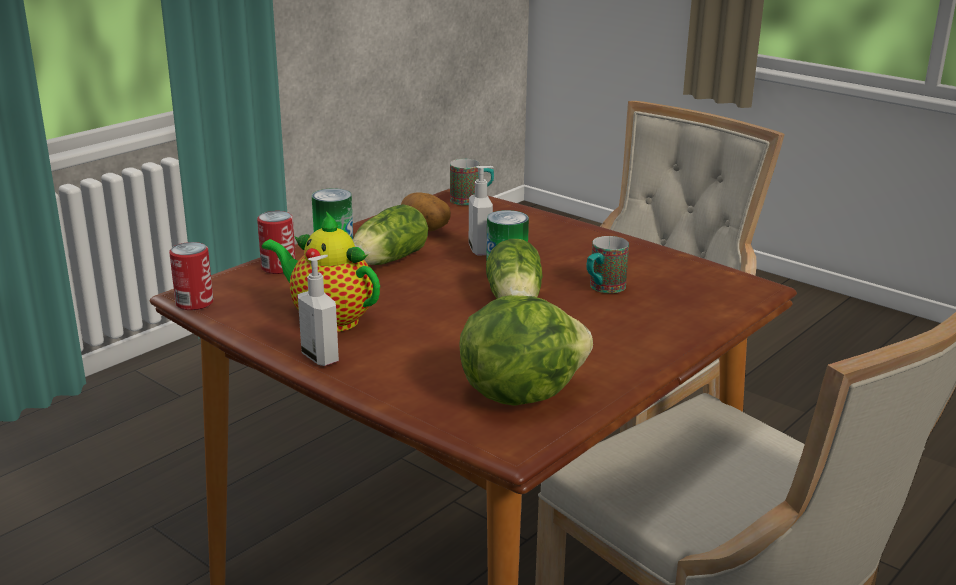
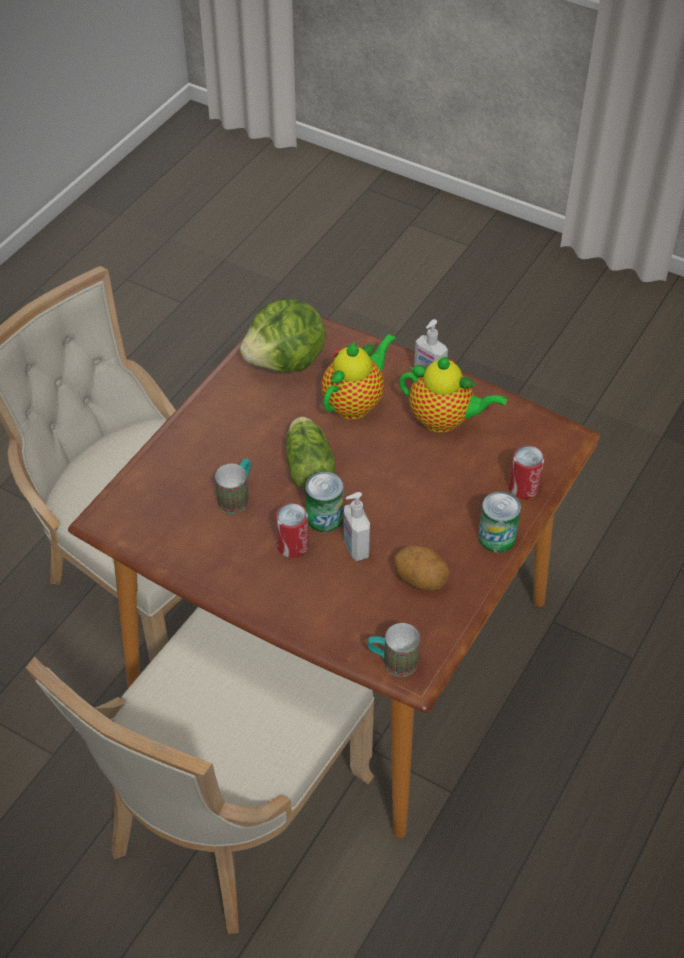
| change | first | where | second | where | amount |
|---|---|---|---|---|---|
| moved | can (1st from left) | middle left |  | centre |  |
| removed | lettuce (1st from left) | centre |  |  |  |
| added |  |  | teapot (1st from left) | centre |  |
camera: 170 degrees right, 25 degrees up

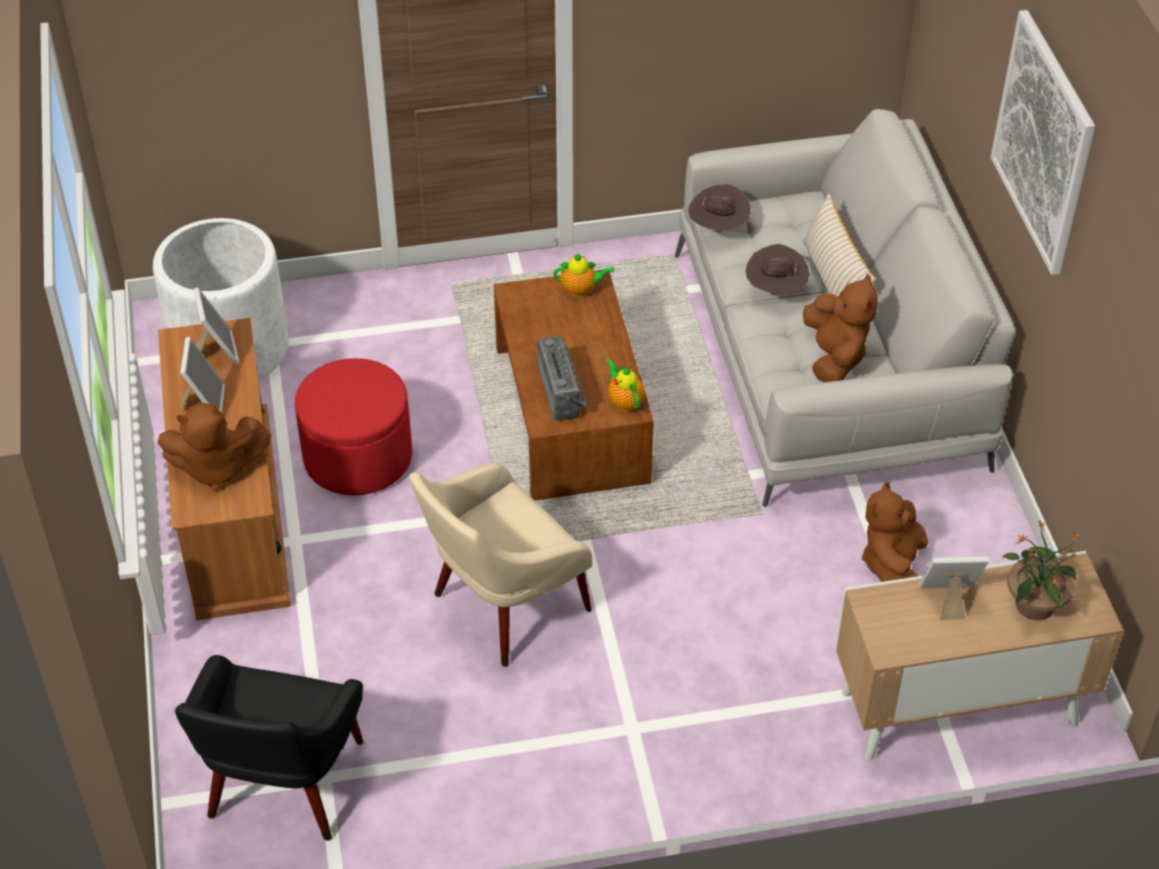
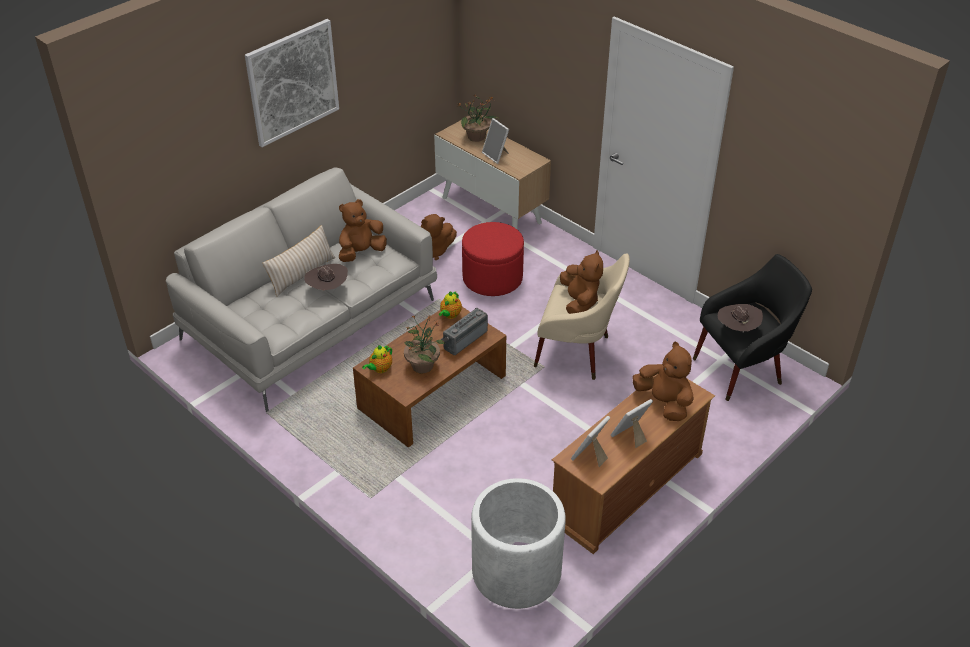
| change | first | where | second | where | amount |
|---|---|---|---|---|---|
| moved | red ottoman | middle left |  | centre |  |
| turned | teapot (1st from left) | top centre |  | centre | 105 degrees counterclockwise |
| moved | brown hat (1st from left in the first image) | top centre | brown hat (2nd from left) | middle right |  |
| added |  |  | potted plant (1st from left) | centre |  |
| added |  |  | brown plush toy (3rd from left) | centre |  |
camera: 125 degrees left, 5 degrees down

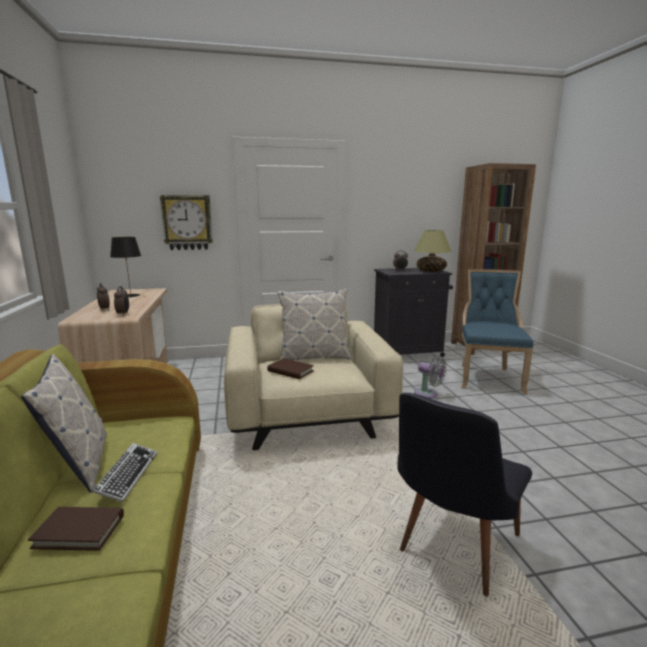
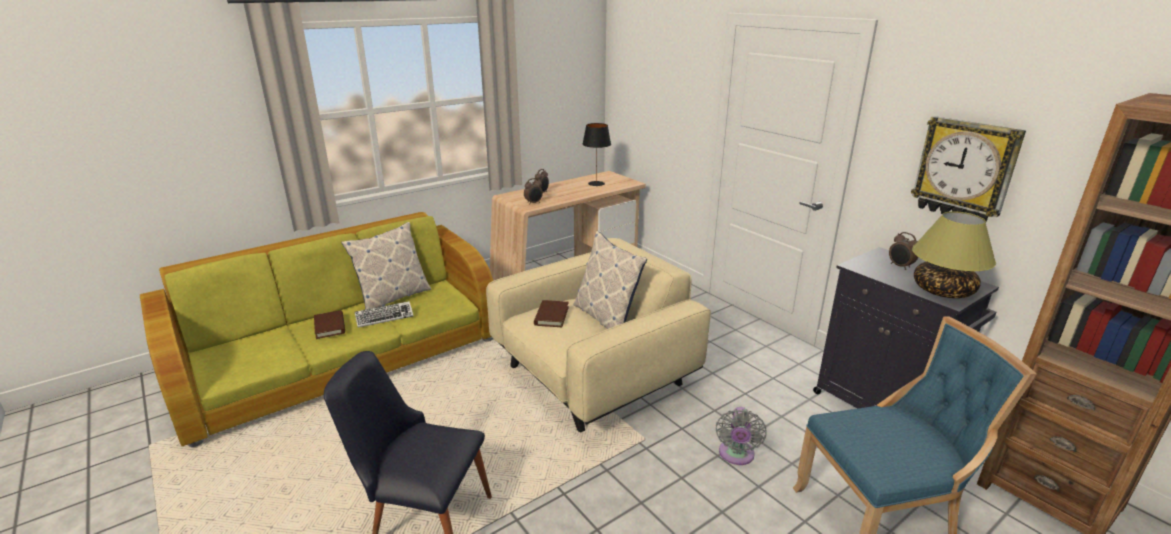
| change | first | where | second | where | amount |
|---|---|---|---|---|---|
| moved | wall clock | middle left |  | top right |  |
camera: 65 degrees right, 10 degrees up

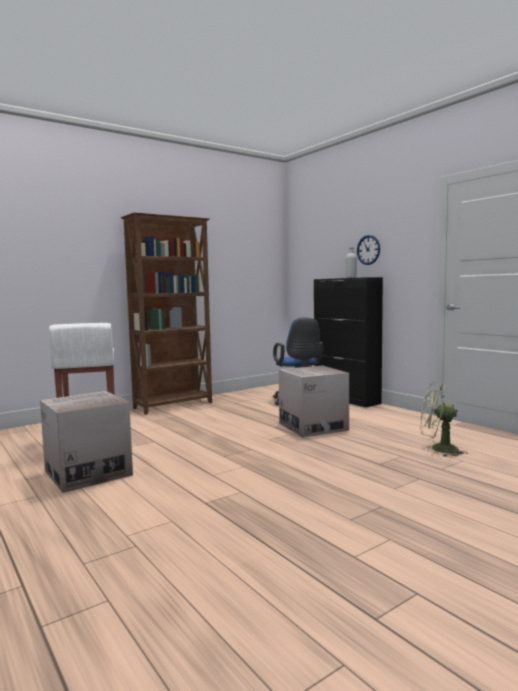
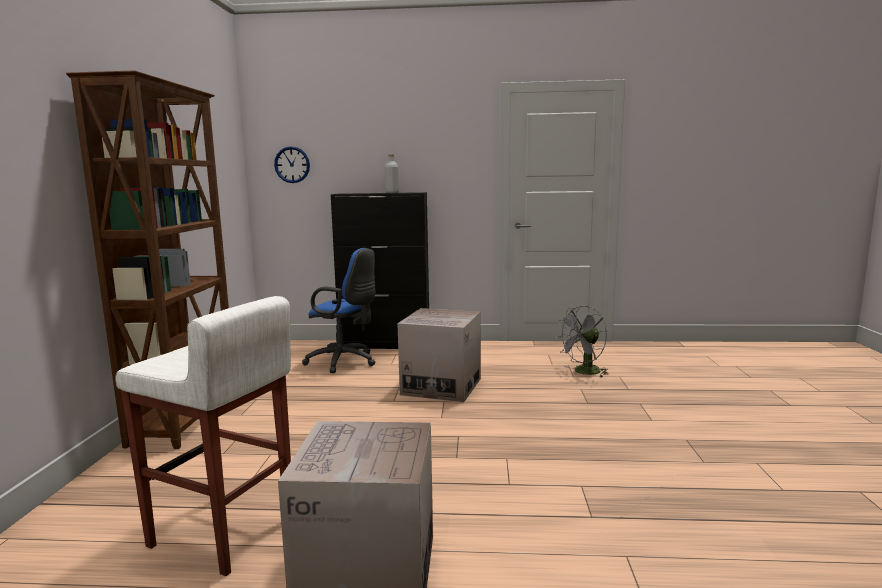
| change | first | where | second | where | amount |
|---|---|---|---|---|---|
| moved | wall clock | middle right |  | top left |  |
| recoloured | green fan | middle right | grey fan | centre |  |
camera: 50 degrees left, 5 degrees up

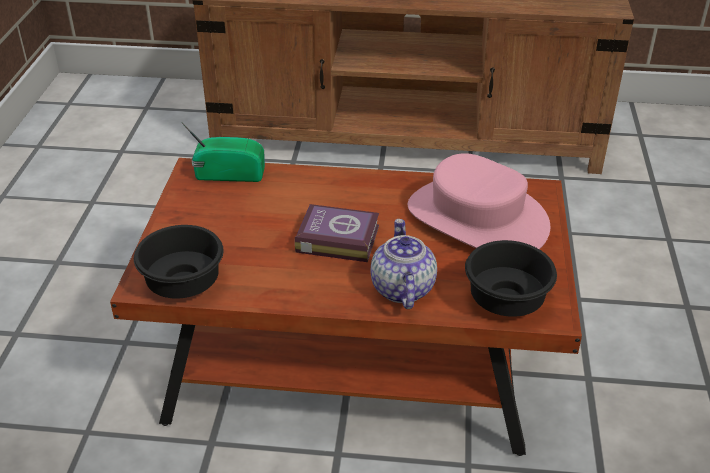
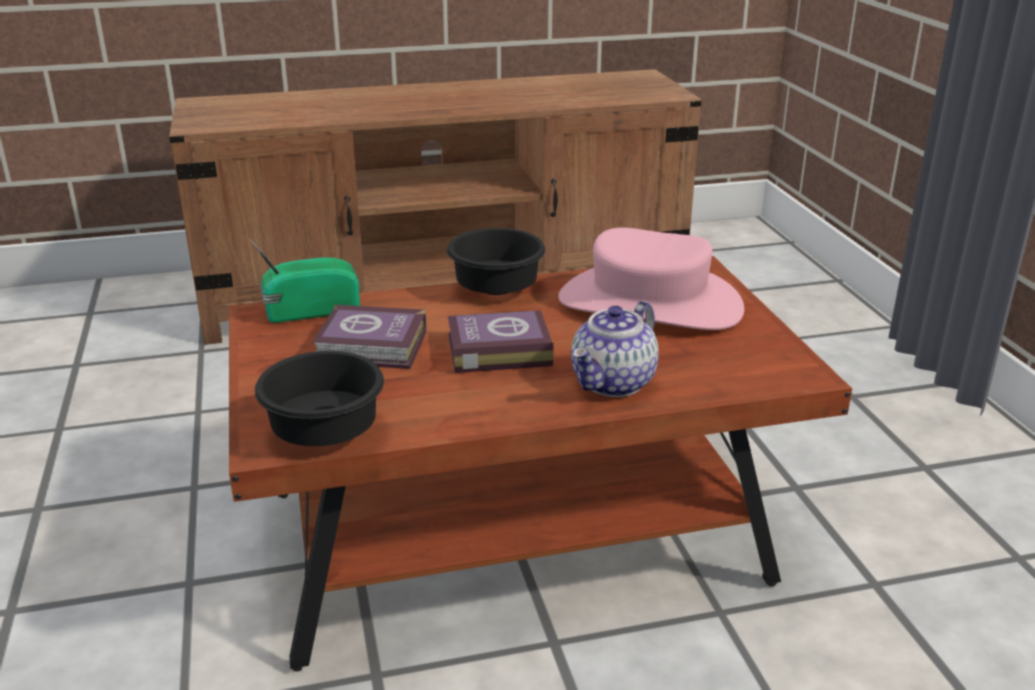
| change | first | where | second | where | amount |
|---|---|---|---|---|---|
| turned | teapot | centre |  | centre | 120 degrees counterclockwise |
| moved | black bowl (2nd from left) | middle right |  | centre |  |
| added |  |  | book (1st from left) | centre |  |
camera: 20 degrees left, 10 degrees down

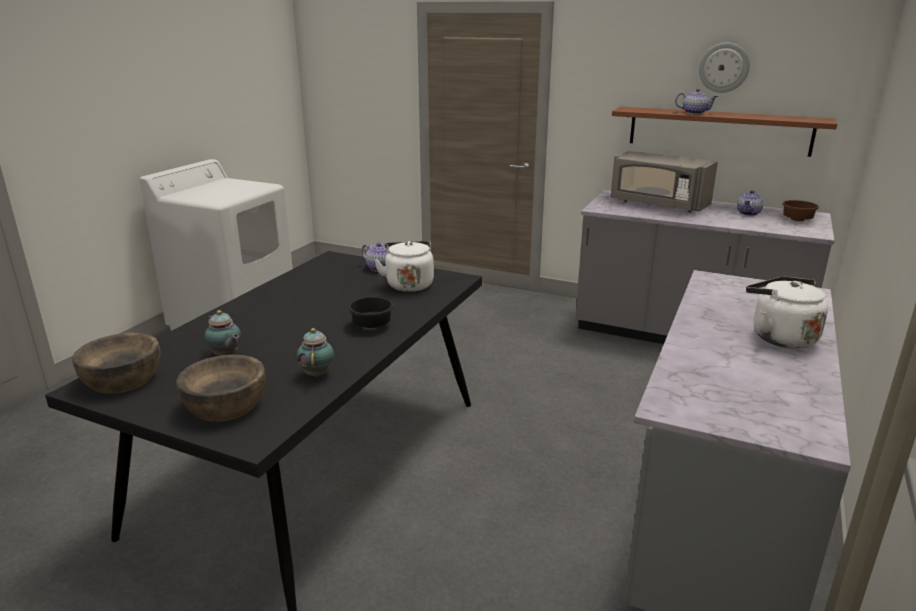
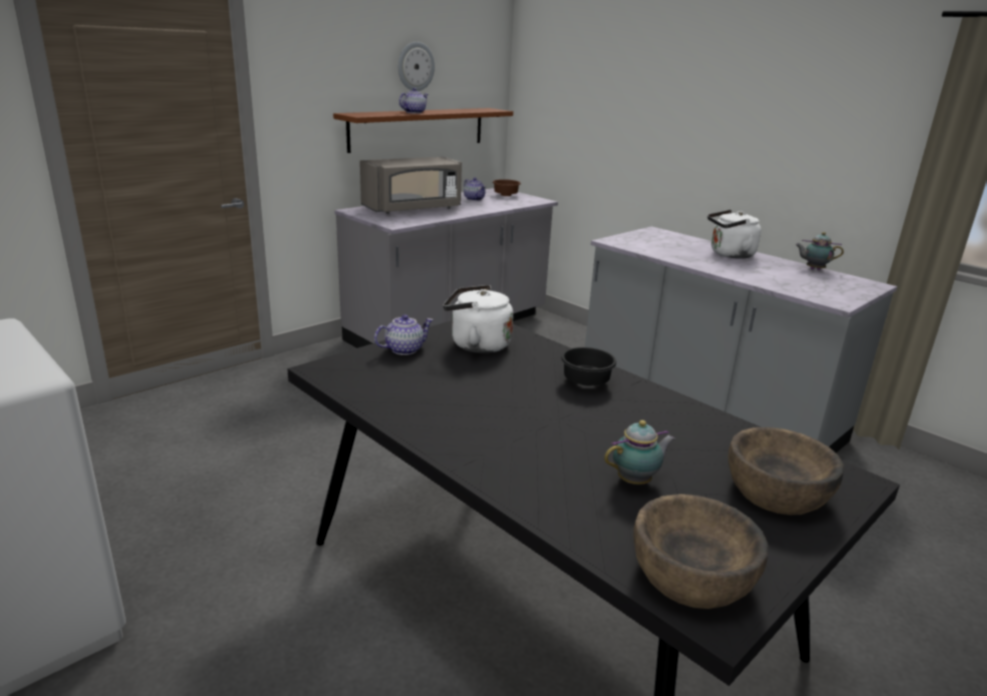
| change | first | where | second | where | amount |
|---|---|---|---|---|---|
| moved | teapot (2nd from left in the first image) | centre | teapot (5th from left) | middle right |  |
camera: 70 degrees left, 0 degrees up

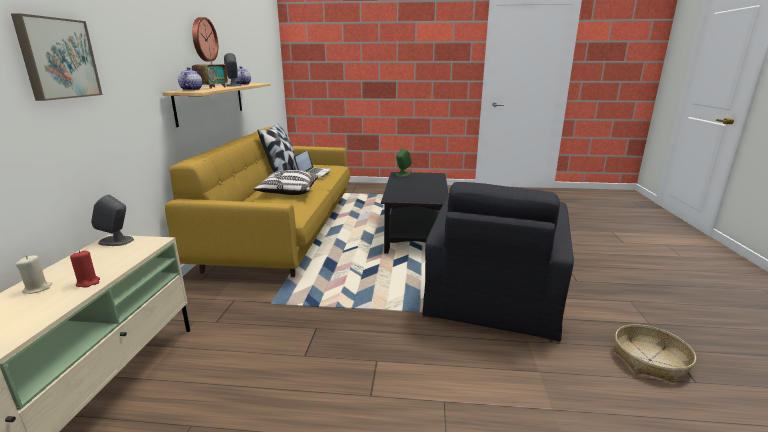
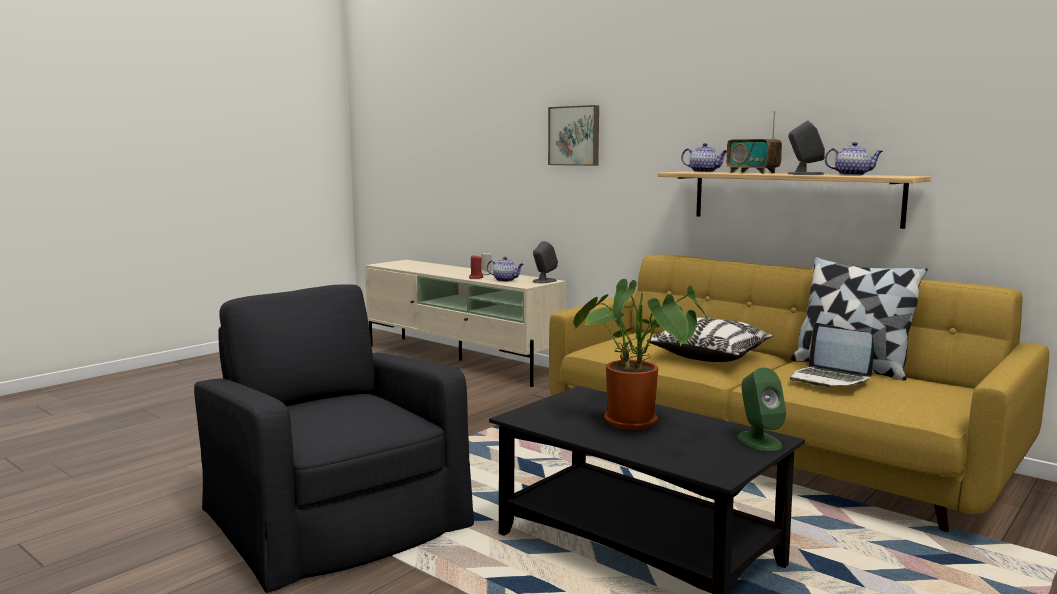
| change | first | where | second | where | amount |
|---|---|---|---|---|---|
| removed | wall clock | top left |  |  |  |
| removed | basket | bottom right |  |  |  |
| added |  |  | teapot (1st from left) | centre |  |
| added |  |  | potted plant | centre |  |
camera: 125 degrees right, 10 degrees down

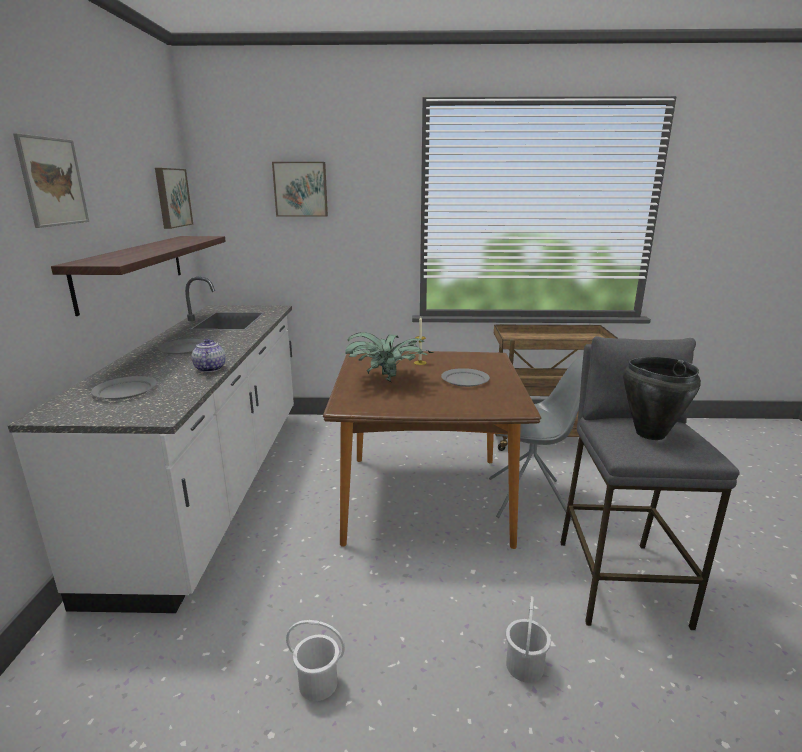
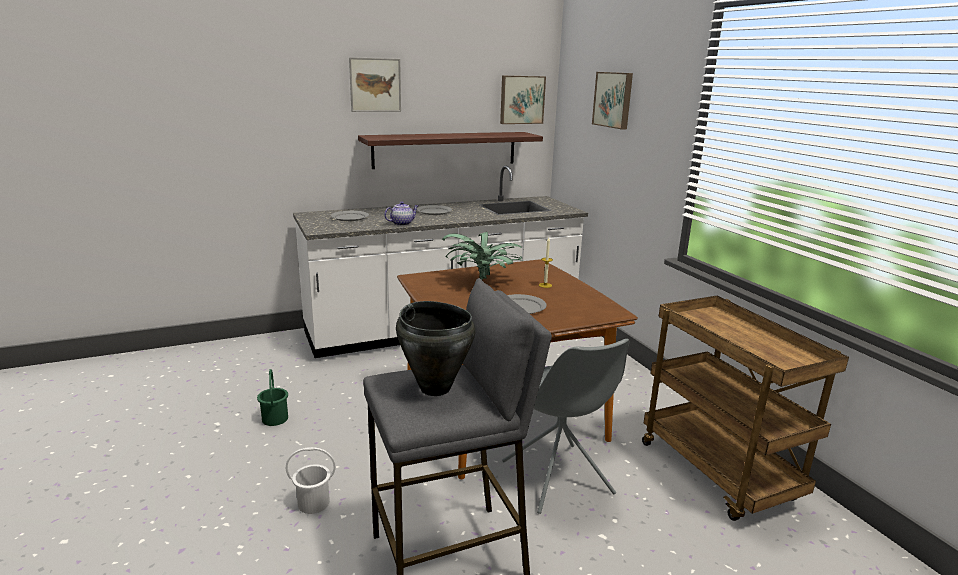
| change | first | where | second | where | amount |
|---|---|---|---|---|---|
| recoloured | white bucket (1st from left) | bottom centre | green bucket | bottom left |  |
camera: 65 degrees right, 0 degrees up

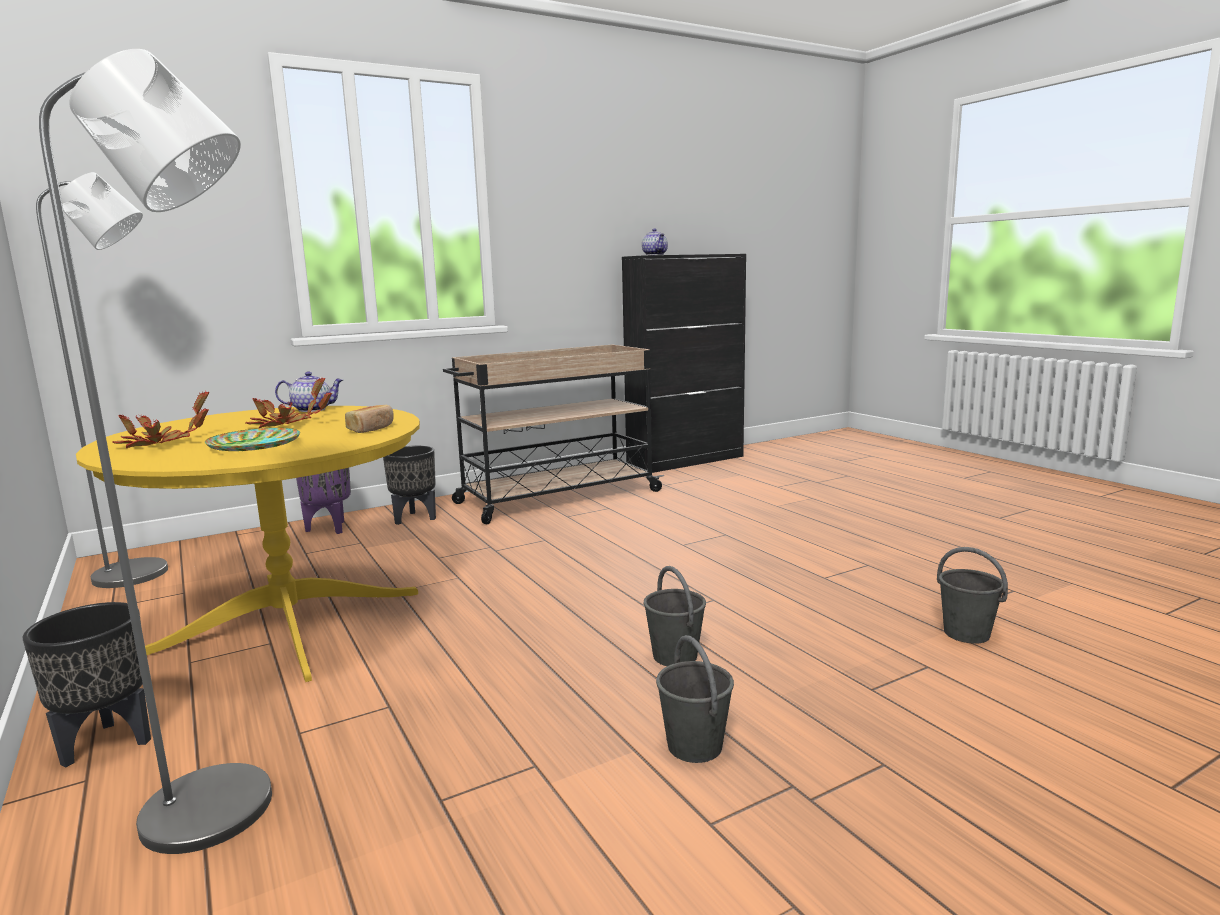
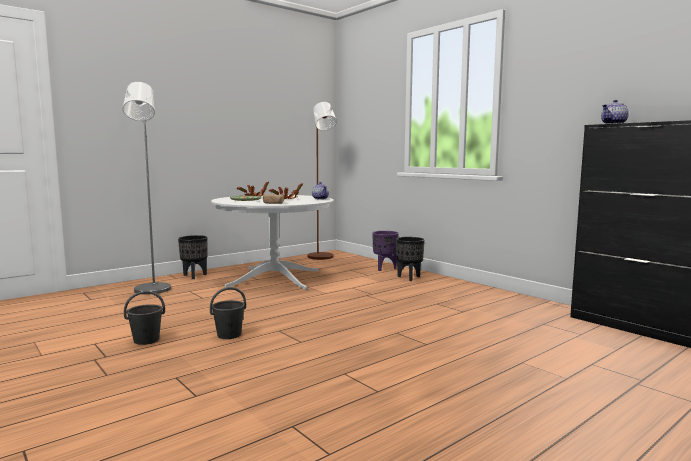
| change | first | where | second | where | amount |
|---|---|---|---|---|---|
| recoloured | grey floor lamp (1st from left) | middle left | brown floor lamp | centre |  |
| recoloured | yellow dining table | middle left | white dining table | centre |  |
| removed | beige cart | centre |  |  |  |
| removed | grey bucket (3rd from left) | middle right |  |  |  |
camera: 80 degrees right, 5 degrees down

